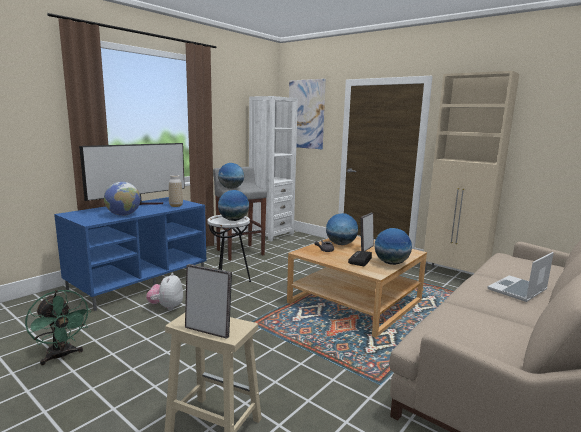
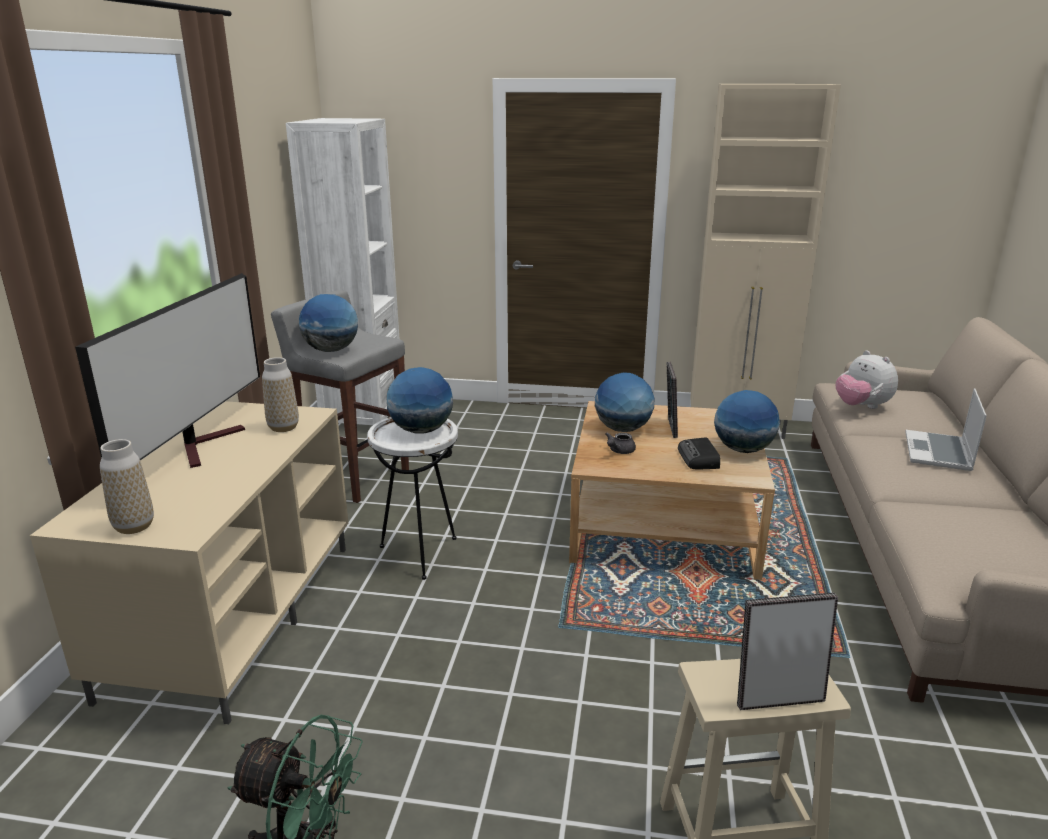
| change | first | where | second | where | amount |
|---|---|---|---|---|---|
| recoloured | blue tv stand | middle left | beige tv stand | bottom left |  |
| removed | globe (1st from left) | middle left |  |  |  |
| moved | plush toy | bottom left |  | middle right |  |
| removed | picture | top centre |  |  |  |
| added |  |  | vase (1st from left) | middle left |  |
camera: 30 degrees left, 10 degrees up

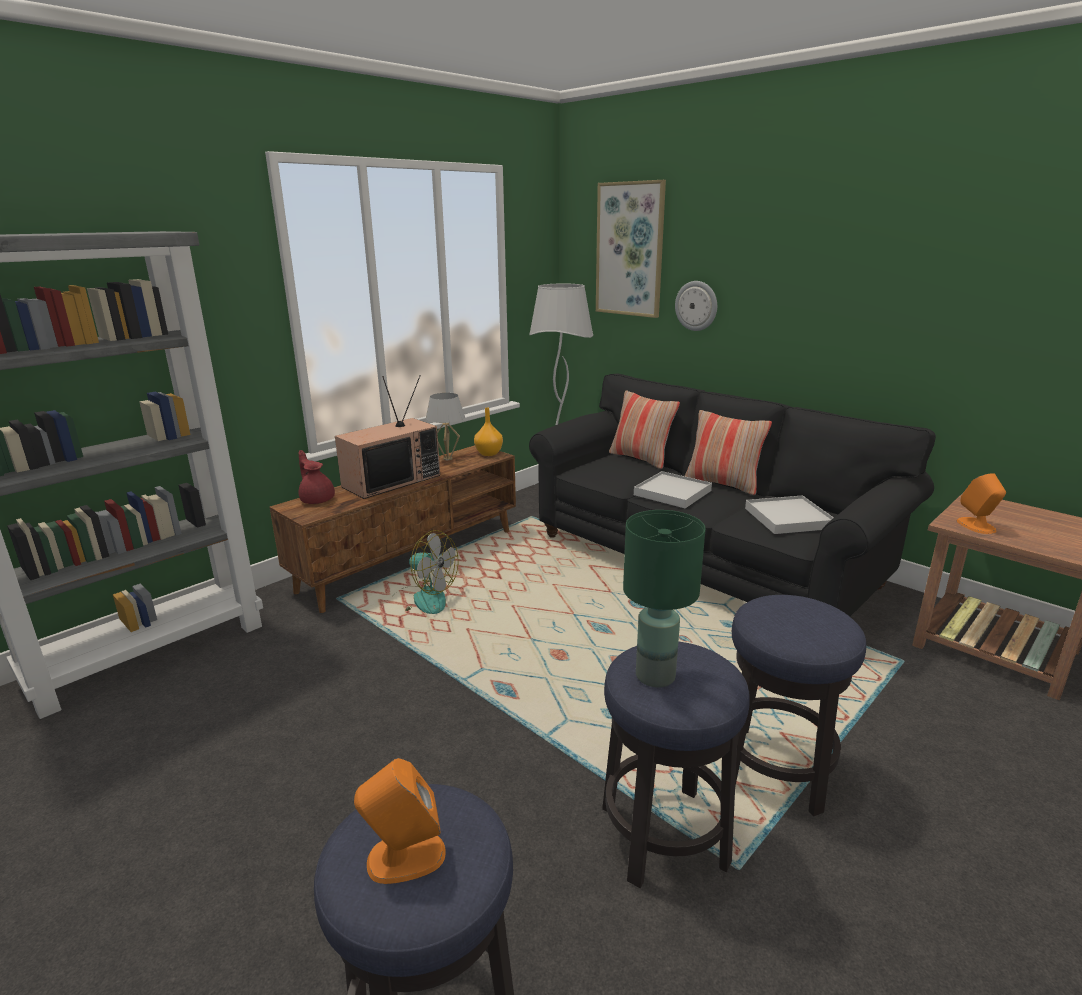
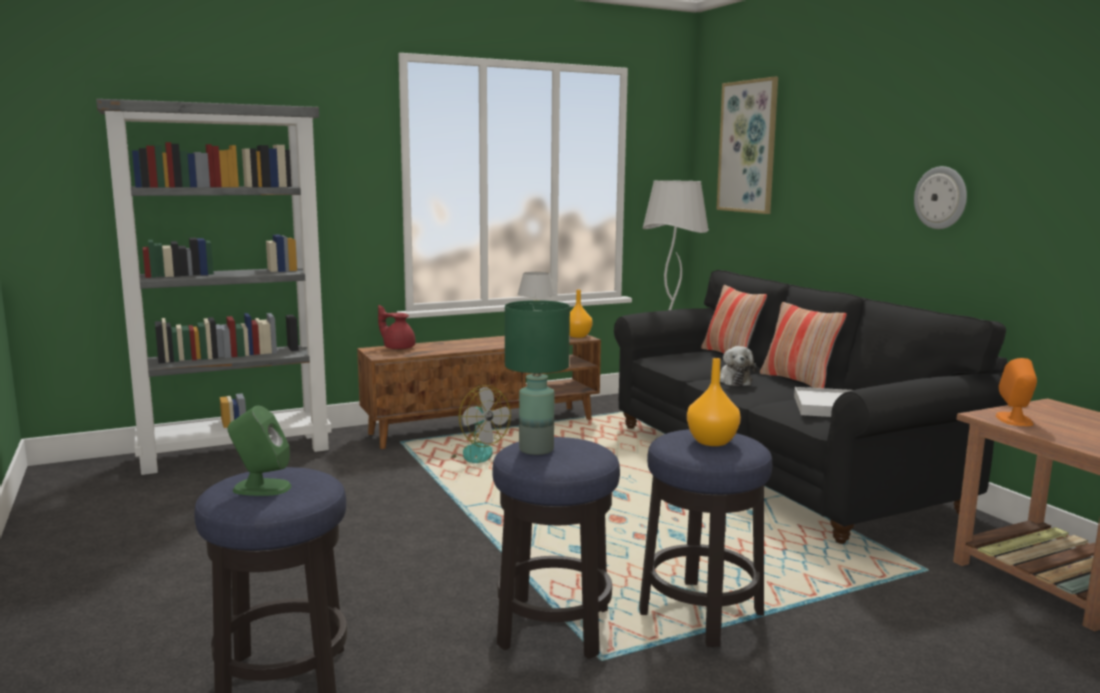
| change | first | where | second | where | amount |
|---|---|---|---|---|---|
| turned | red teapot | middle left |  | centre | 45 degrees counterclockwise |
| removed | television | centre |  |  |  |
| recoloured | orange speaker (1st from left) | bottom centre | green speaker | middle left |  |
| replaced | white tray (1st from left) | centre | plush toy | middle right |  |
| moved | wall clock | top centre |  | top right |  |
| added |  |  | orange vase (2nd from left) | centre |  |
camera: 20 degrees right, 10 degrees down

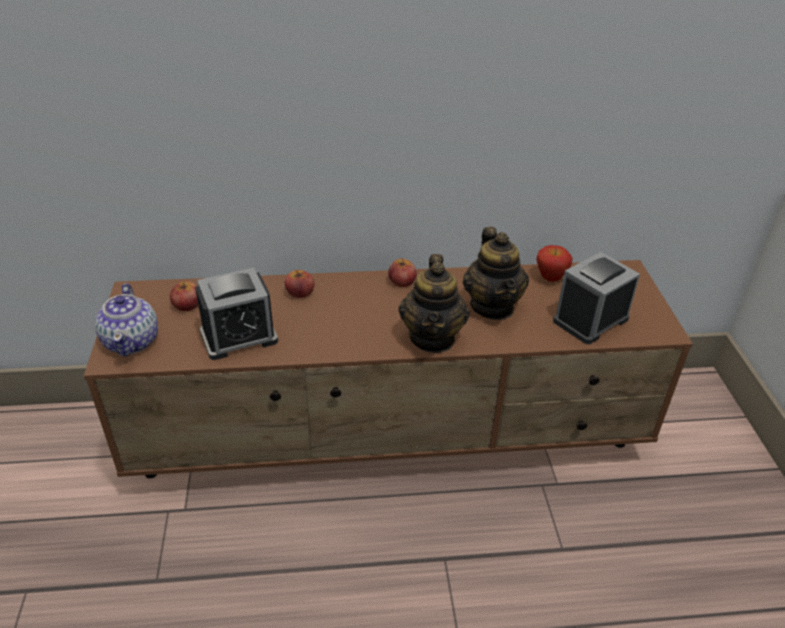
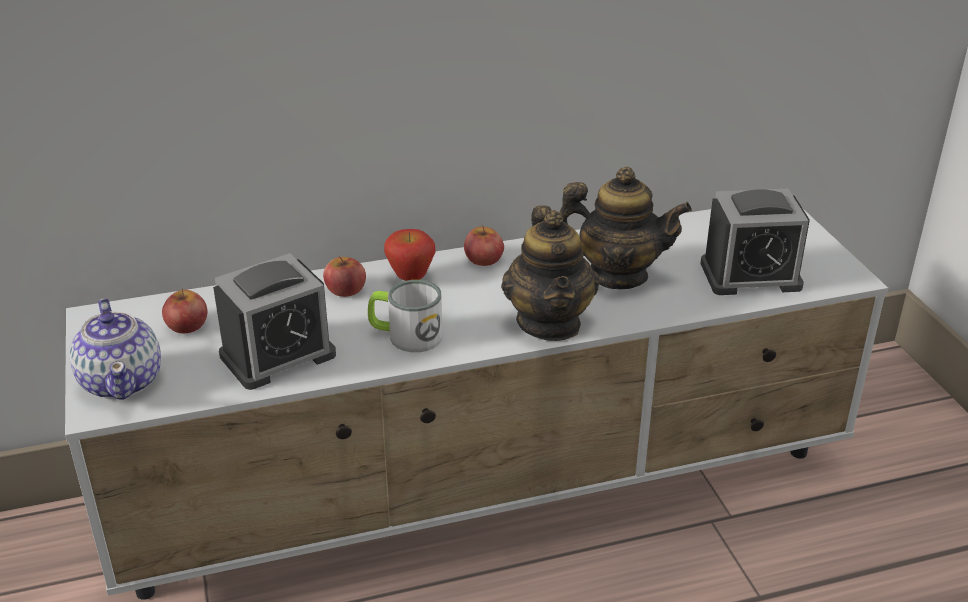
| change | first | where | second | where | amount |
|---|---|---|---|---|---|
| recoloured | brown tv stand | centre | white tv stand | bottom centre |  |
| turned | teapot (3rd from left) | centre |  | centre | 60 degrees counterclockwise |
| moved | apple (4th from left in the first image) | middle right | apple (3rd from left) | centre |  |
| turned | alarm clock (2nd from left) | middle right |  | middle right | 135 degrees counterclockwise |
| added |  |  | mug | centre |  |
camera: 10 degrees left, 5 degrees down

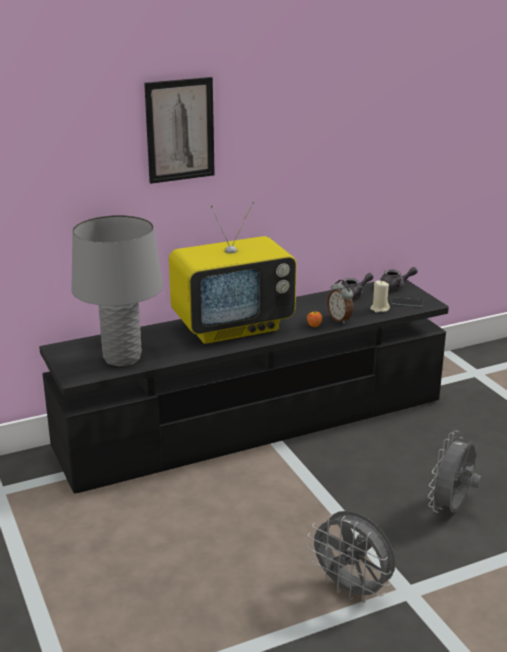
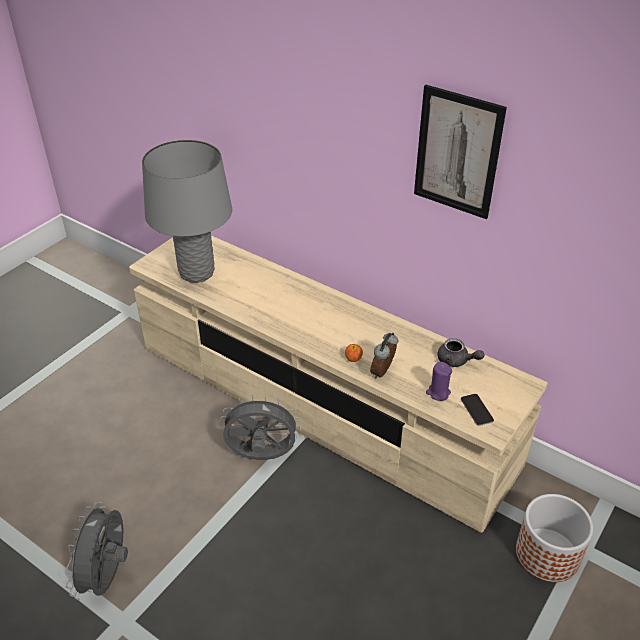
| change | first | where | second | where | amount |
|---|---|---|---|---|---|
| recoloured | black tv stand | centre | beige tv stand | centre |  |
| moved | picture | top centre |  | top right |  |
| removed | television | centre |  |  |  |
| recoloured | beige candle | middle right | purple candle | middle right |  |
| removed | grey teapot (2nd from left) | middle right |  |  |  |
| moved | grey fan (2nd from left) | bottom right |  | bottom centre |  |
| added |  |  | planter | bottom right |  |
camera: 60 degrees right, 15 degrees up

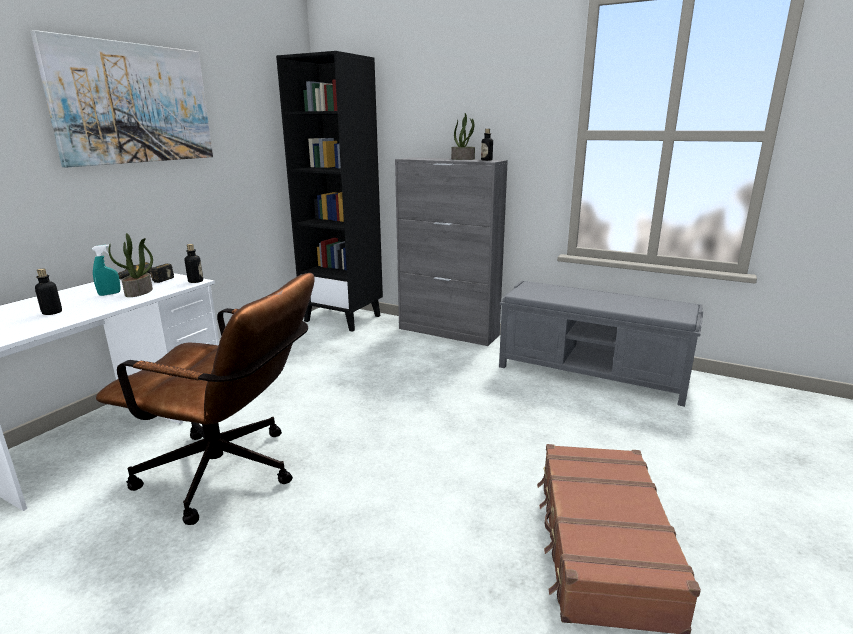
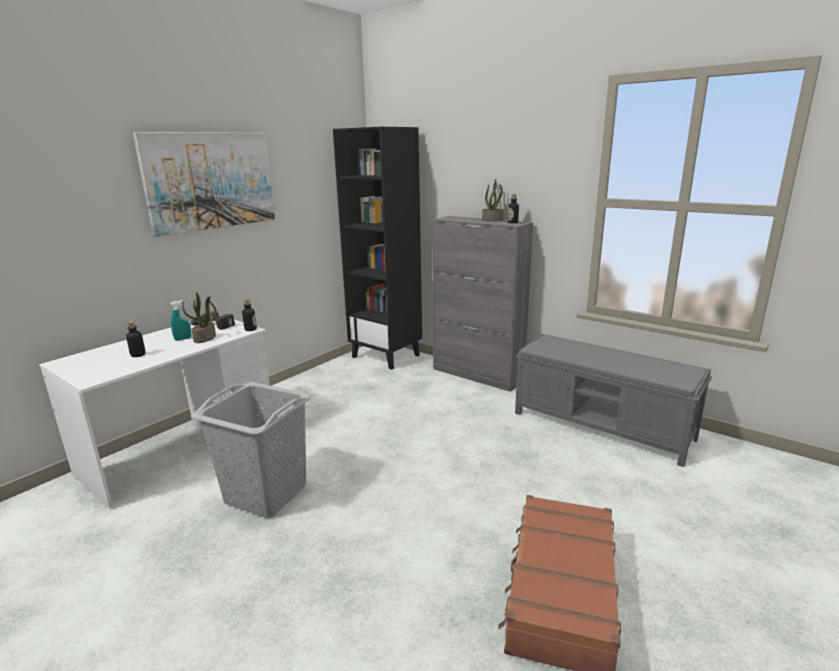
| change | first | where | second | where | amount |
|---|---|---|---|---|---|
| replaced | brown office chair | middle left | grey laundry basket | bottom left |  |
camera: 10 degrees right, 0 degrees up

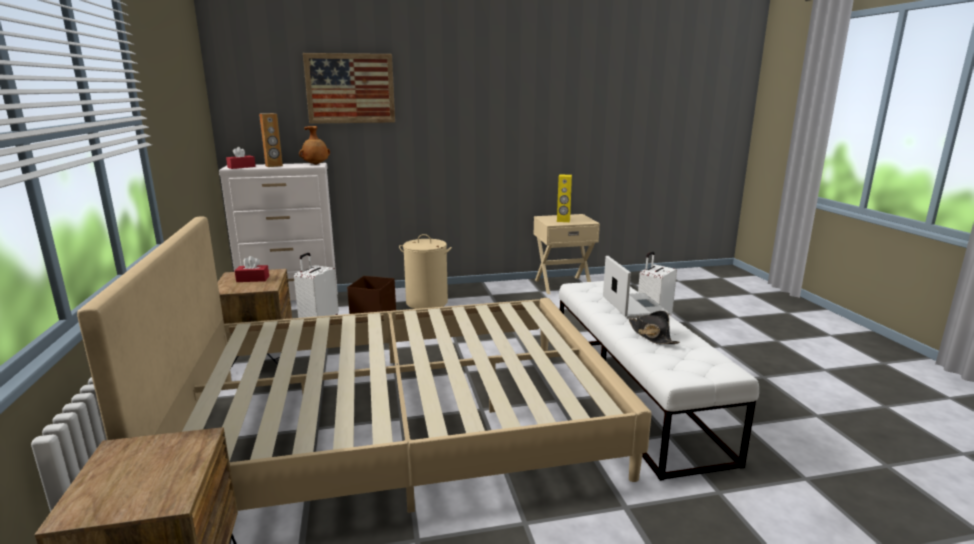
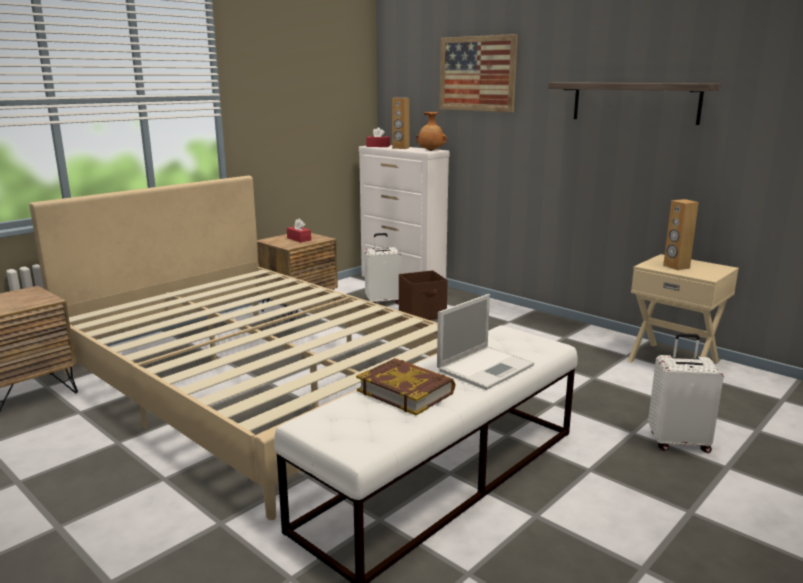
| change | first | where | second | where | amount |
|---|---|---|---|---|---|
| removed | beige laundry basket | centre |  |  |  |
| recoloured | yellow speaker | centre | brown speaker (2nd from left) | middle right |  |
| replaced | black hat | middle right | book | centre |  |
| added |  |  | shelf | top right |  |
camera: 55 degrees right, 0 degrees up

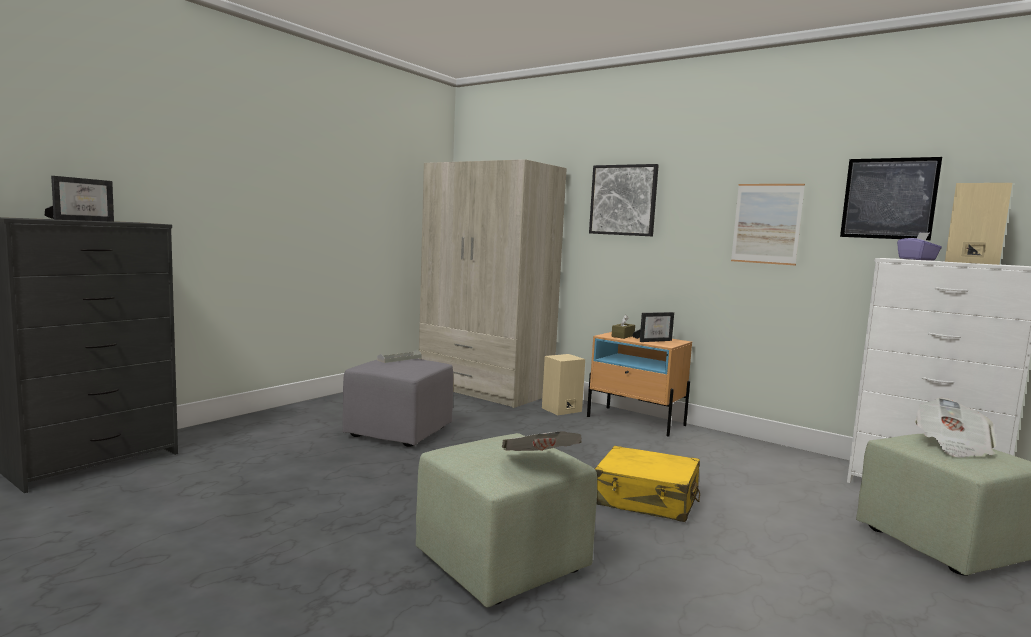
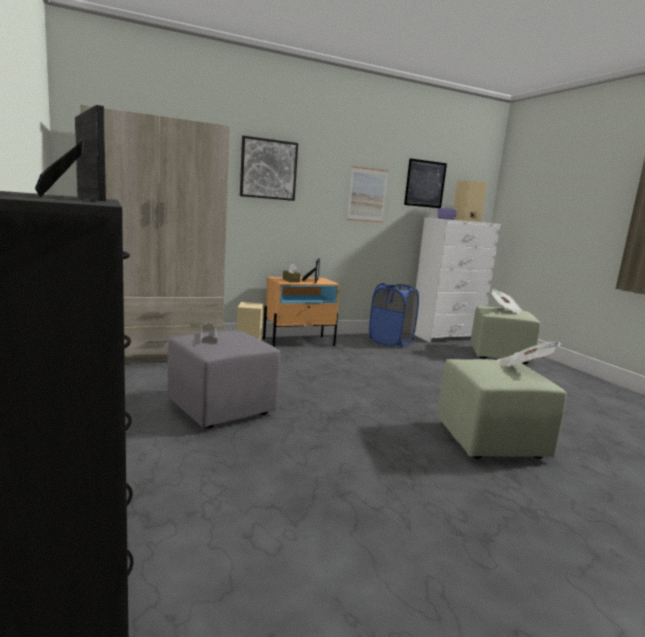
| change | first | where | second | where | amount |
|---|---|---|---|---|---|
| removed | yellow suitcase | bottom centre |  |  |  |
| added |  |  | blue laundry basket | centre |  |
camera: 60 degrees left, 5 degrees up

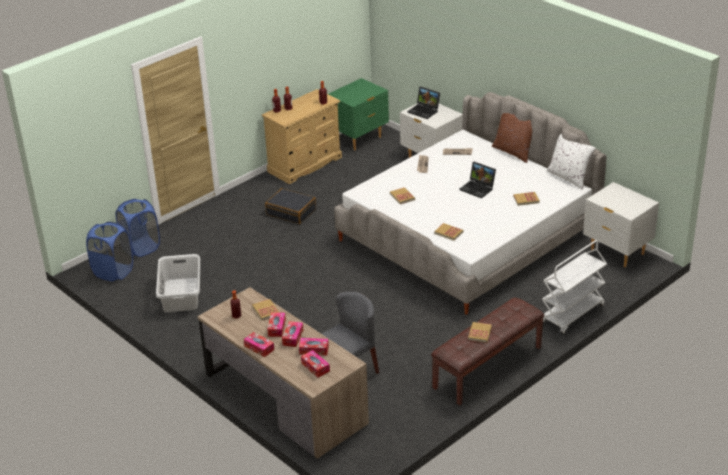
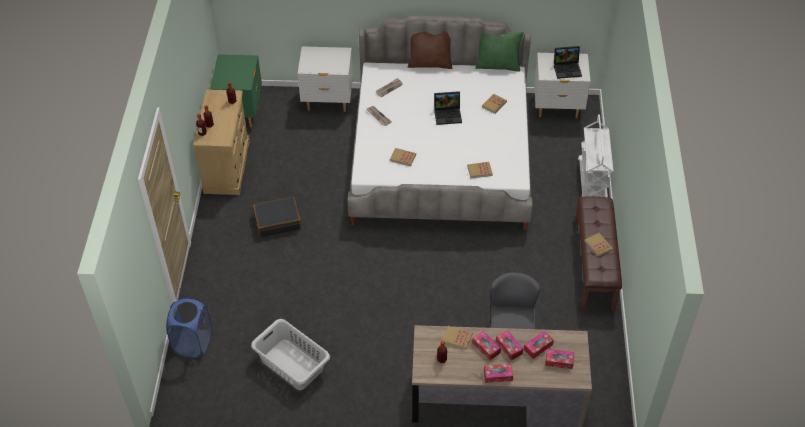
| change | first | where | second | where | amount |
|---|---|---|---|---|---|
| removed | blue laundry basket (1st from left) | middle left |  |  |  |
| moved | laptop (1st from left in the first image) | top centre | laptop (2nd from left) | top right |  |
| recoloured | white pillow | middle right | green pillow | top centre |  |
camera: 45 degrees left, 15 degrees up

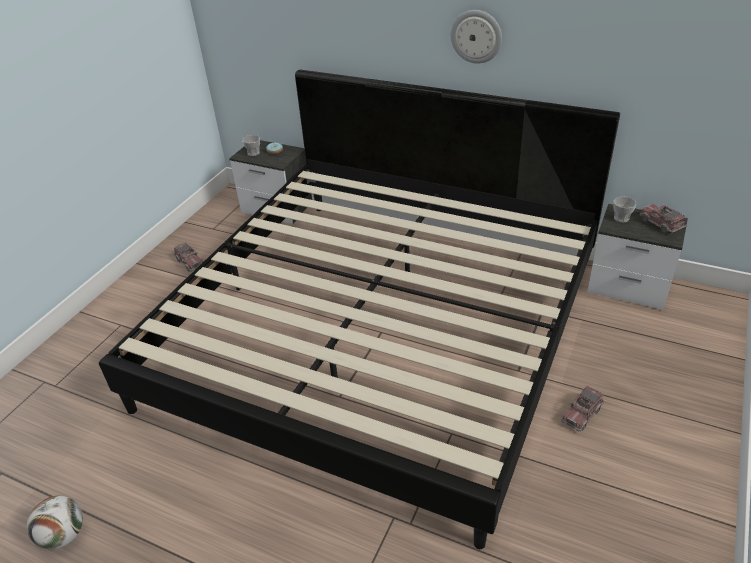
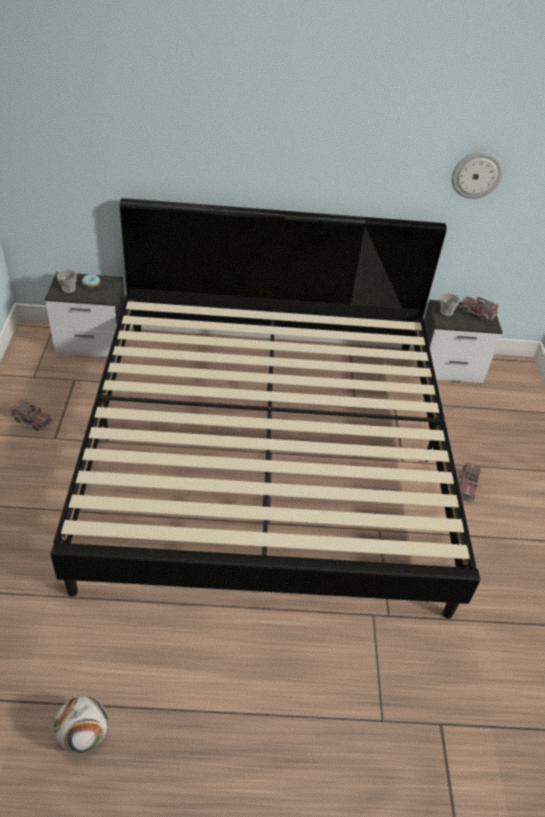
| change | first | where | second | where | amount |
|---|---|---|---|---|---|
| moved | wall clock | top centre |  | top right |  |
camera: 30 degrees left, 5 degrees up

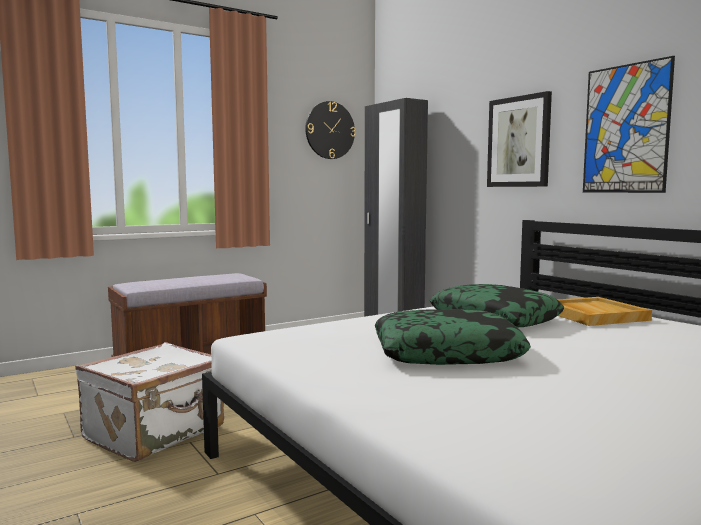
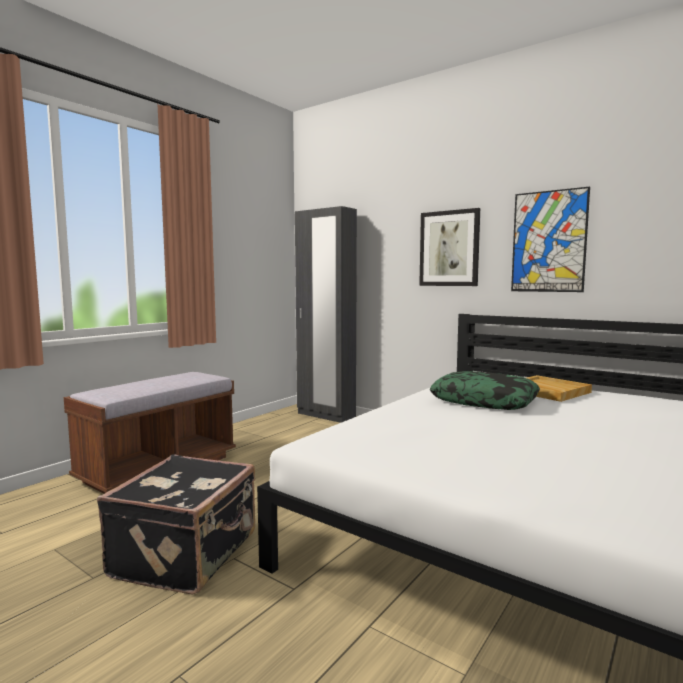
| change | first | where | second | where | amount |
|---|---|---|---|---|---|
| recoloured | white suitcase | bottom left | black suitcase | bottom left |  |
| removed | wall clock | top centre |  |  |  |
| removed | pillow (1st from left) | centre |  |  |  |
camera: 20 degrees left, 0 degrees up

